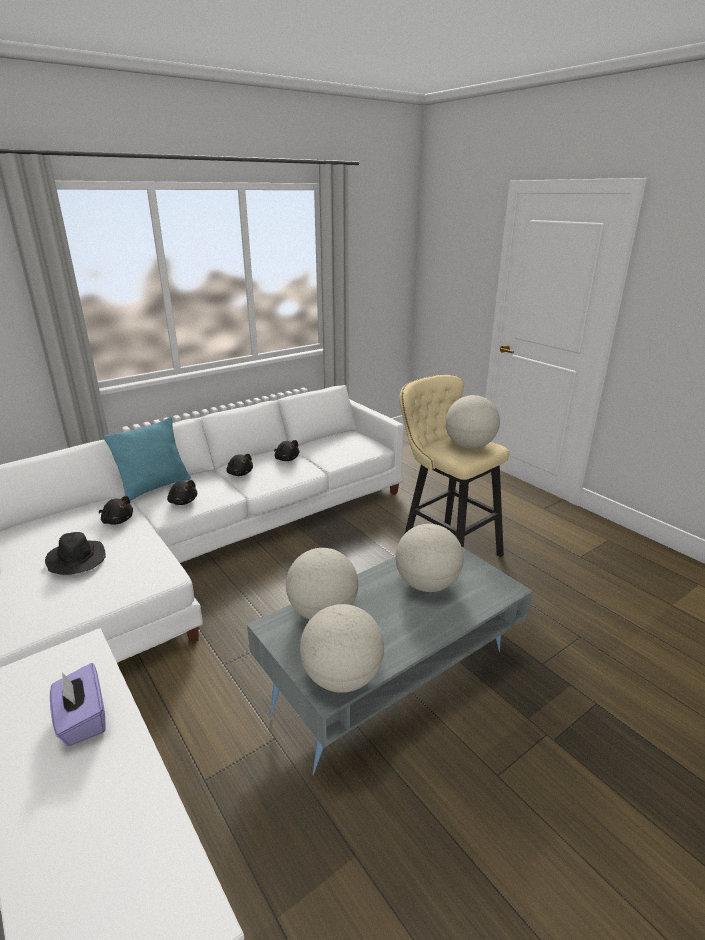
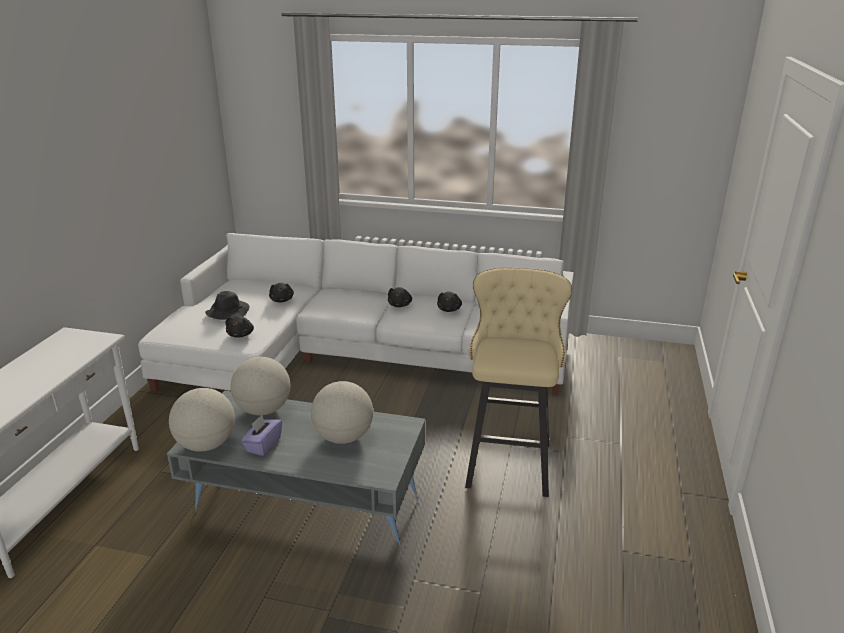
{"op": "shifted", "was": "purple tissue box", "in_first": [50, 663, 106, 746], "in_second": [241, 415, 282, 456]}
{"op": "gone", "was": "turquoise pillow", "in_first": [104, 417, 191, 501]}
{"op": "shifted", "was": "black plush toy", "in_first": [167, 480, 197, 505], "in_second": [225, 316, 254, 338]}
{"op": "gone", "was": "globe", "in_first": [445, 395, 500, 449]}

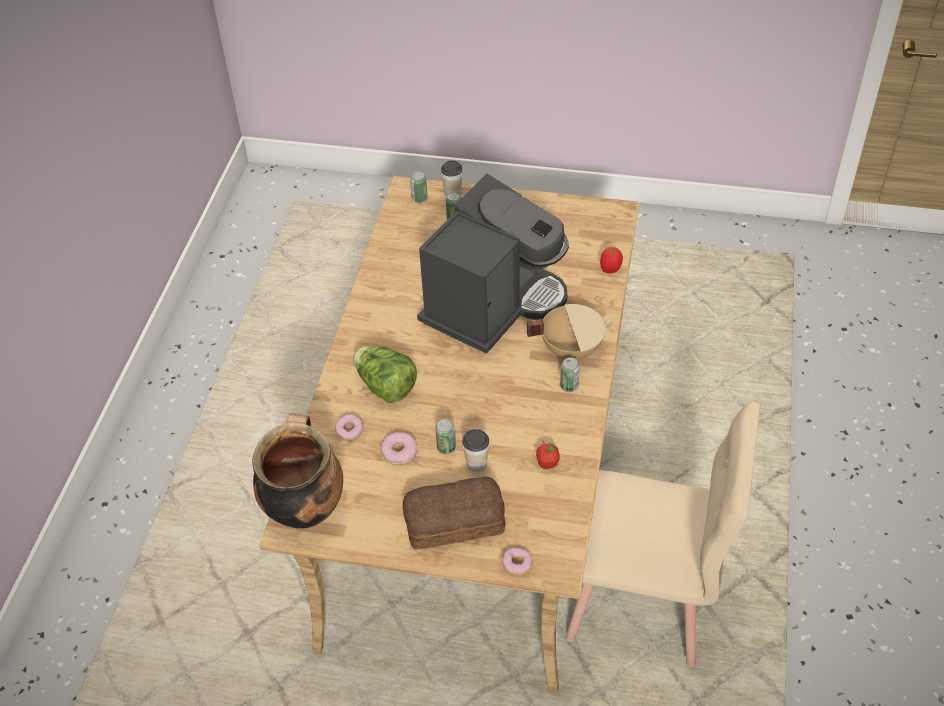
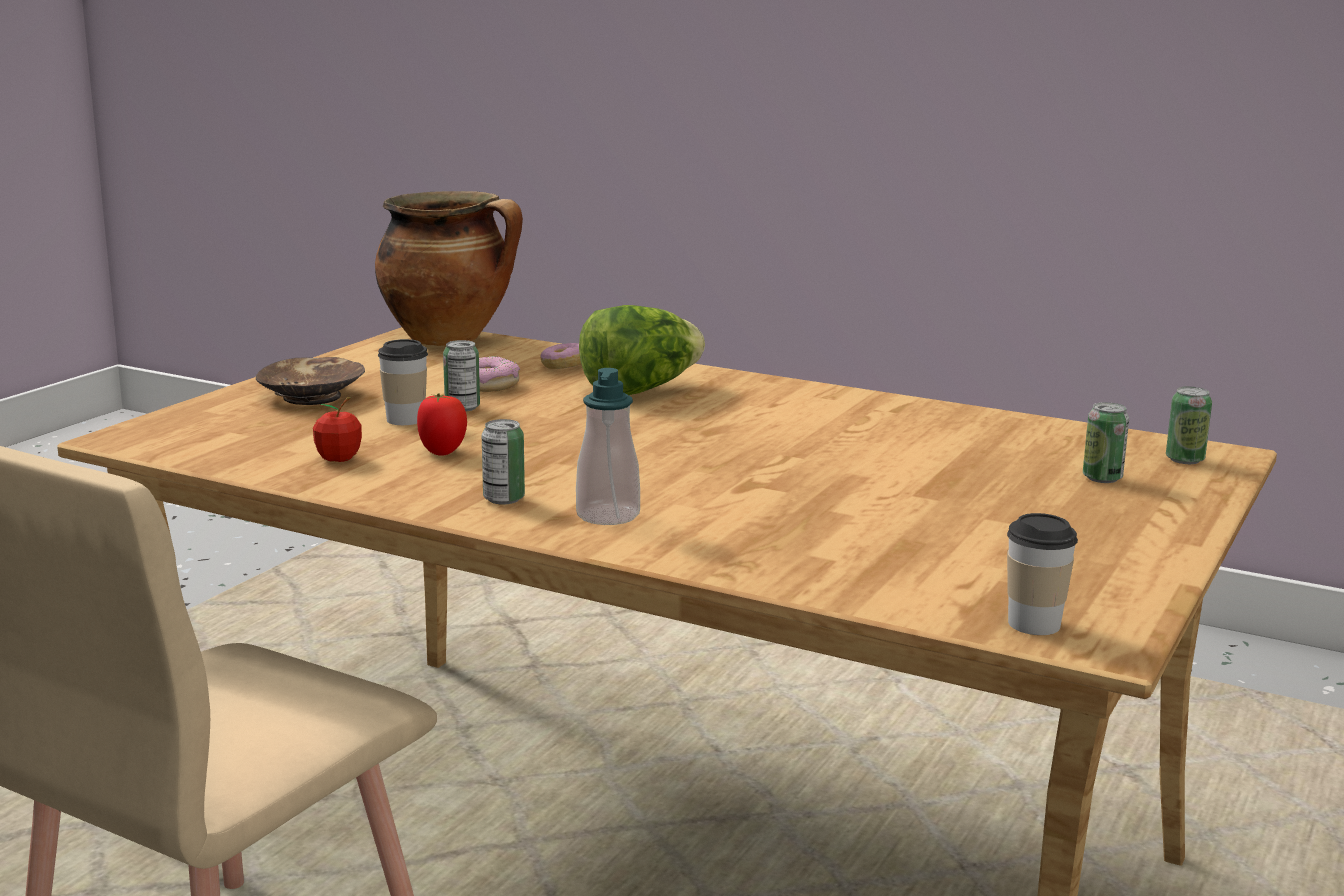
{"op": "swapped", "was": "bread", "now": "brown bowl", "in_first": [403, 477, 506, 550], "in_second": [256, 357, 365, 405]}
{"op": "gone", "was": "coffee machine", "in_first": [417, 174, 569, 354]}
{"op": "shifted", "was": "cup", "in_first": [441, 160, 462, 196], "in_second": [1007, 513, 1078, 635]}
{"op": "gone", "was": "donut", "in_first": [502, 548, 533, 576]}
{"op": "swapped", "was": "beige cooking pot", "now": "soap dispenser", "in_first": [527, 304, 613, 360], "in_second": [576, 368, 640, 525]}
{"op": "shifted", "was": "tomato", "in_first": [600, 247, 623, 274], "in_second": [417, 393, 467, 456]}

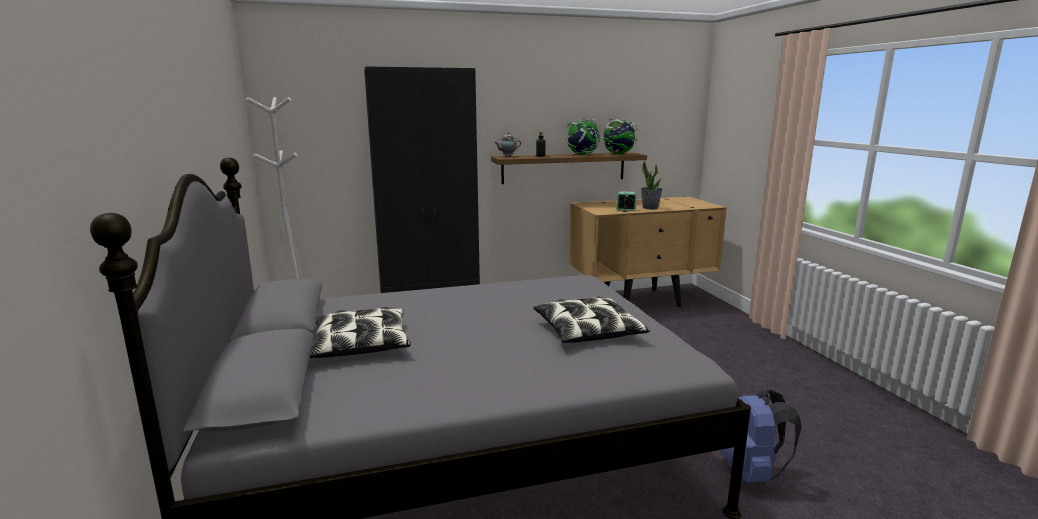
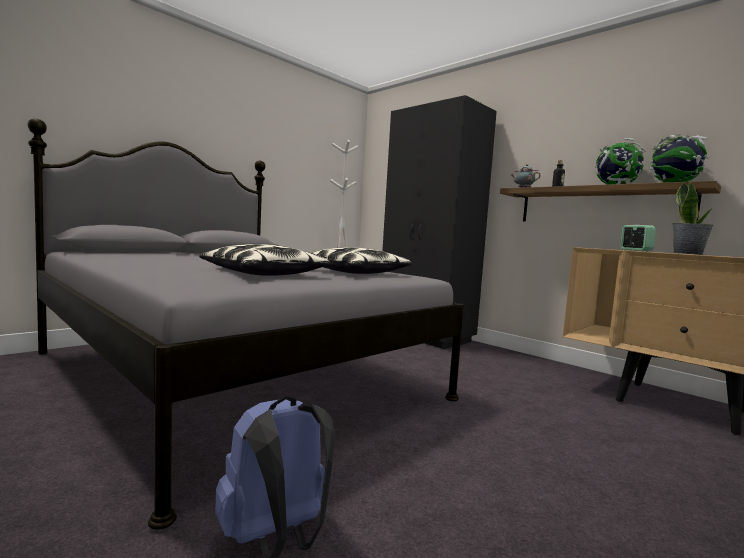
{"op": "shifted", "was": "pillow", "in_first": [310, 307, 411, 358], "in_second": [312, 247, 412, 274]}

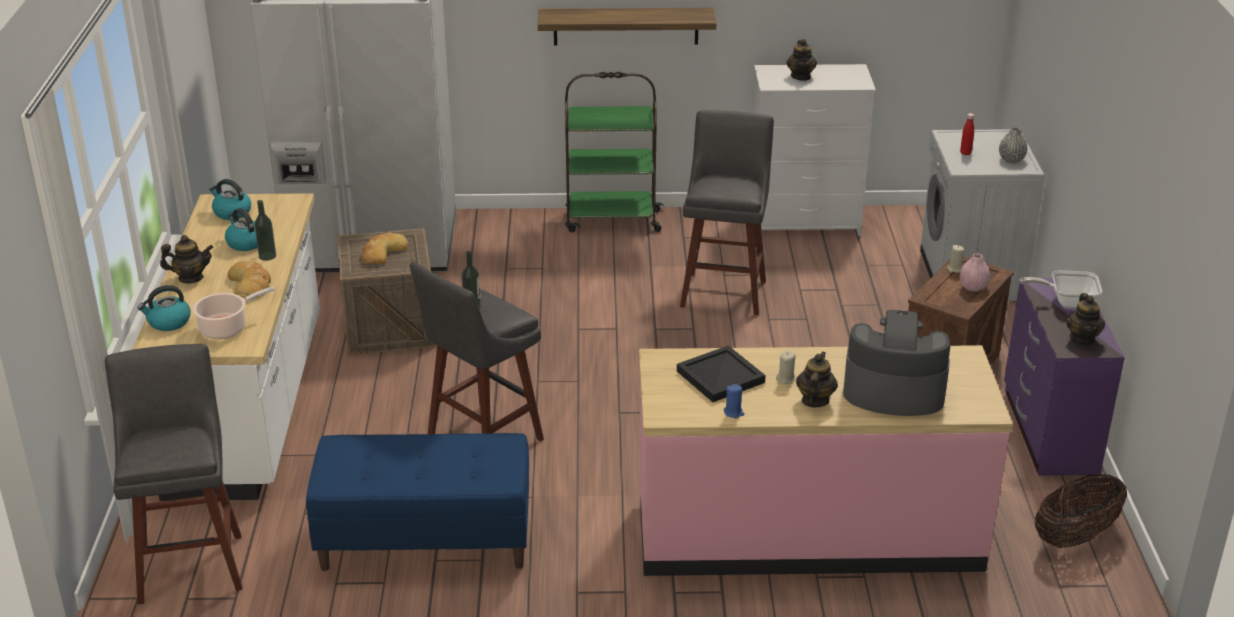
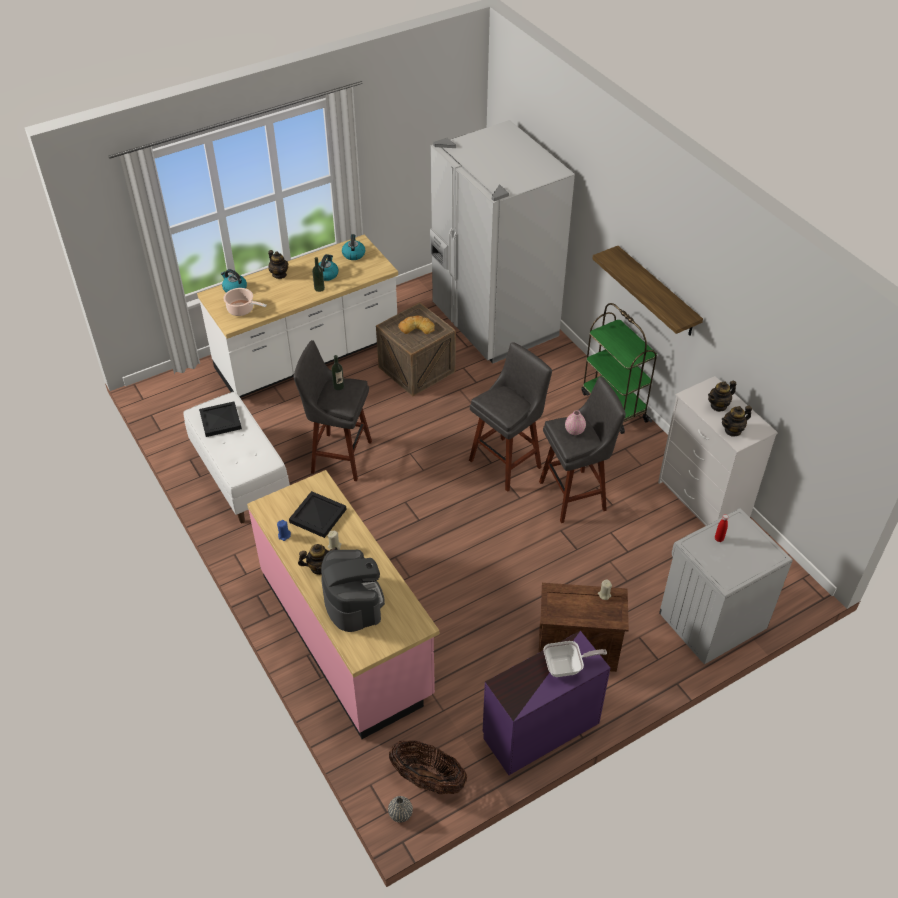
{"op": "shifted", "was": "grey stool", "in_first": [105, 344, 242, 604], "in_second": [469, 342, 552, 492]}
{"op": "gone", "was": "bread", "in_first": [228, 261, 271, 301]}
{"op": "repainted", "was": "blue bench", "now": "white bench", "in_first": [306, 433, 529, 571], "in_second": [183, 392, 290, 523]}
{"op": "shifted", "was": "pink vase", "in_first": [960, 253, 990, 292], "in_second": [565, 410, 586, 435]}
{"op": "shifted", "was": "grey vase", "in_first": [999, 127, 1027, 163], "in_second": [388, 796, 413, 823]}
{"op": "rotated", "was": "frying pan", "in_first": [1020, 270, 1102, 308], "in_second": [543, 641, 607, 677], "clockwise": 105}
{"op": "shifted", "was": "teapot", "in_first": [1066, 293, 1105, 346], "in_second": [722, 406, 752, 437]}
{"op": "new", "now": "black tray", "in_second": [199, 402, 242, 437]}

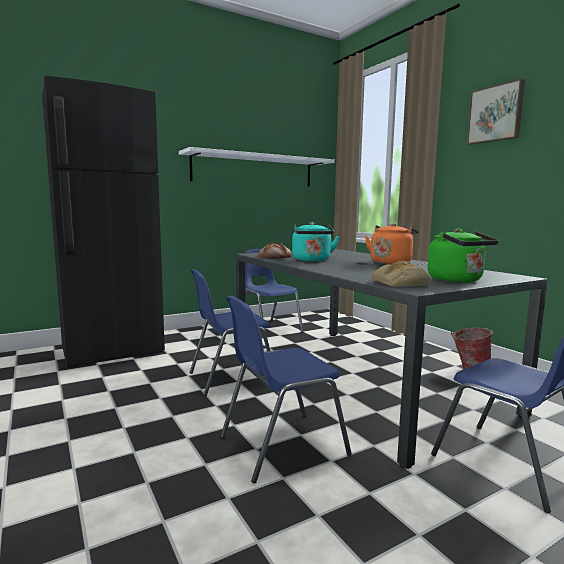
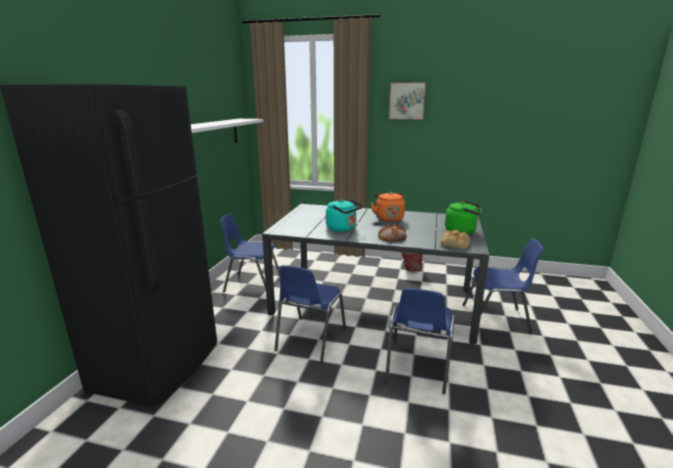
{"op": "shifted", "was": "bread", "in_first": [258, 242, 292, 259], "in_second": [378, 224, 407, 242]}

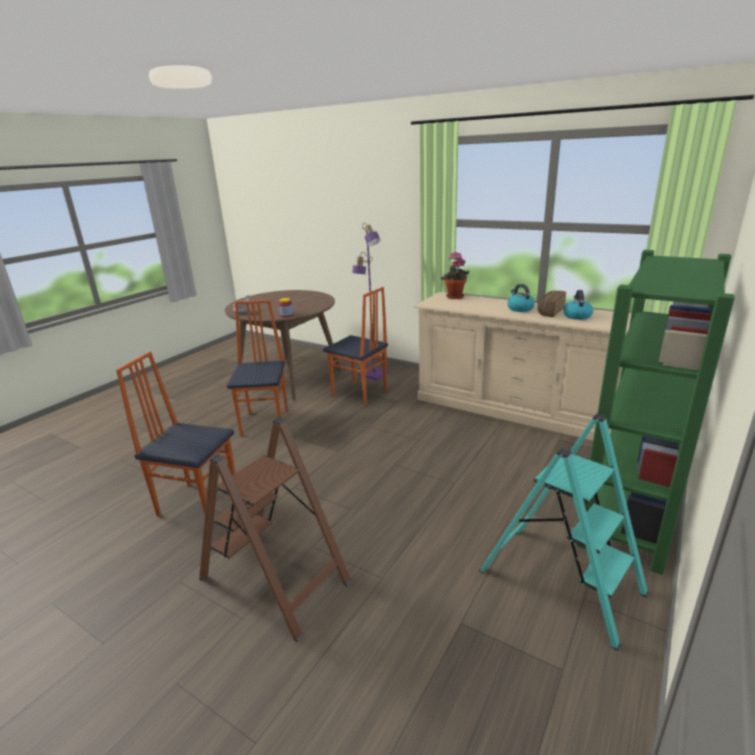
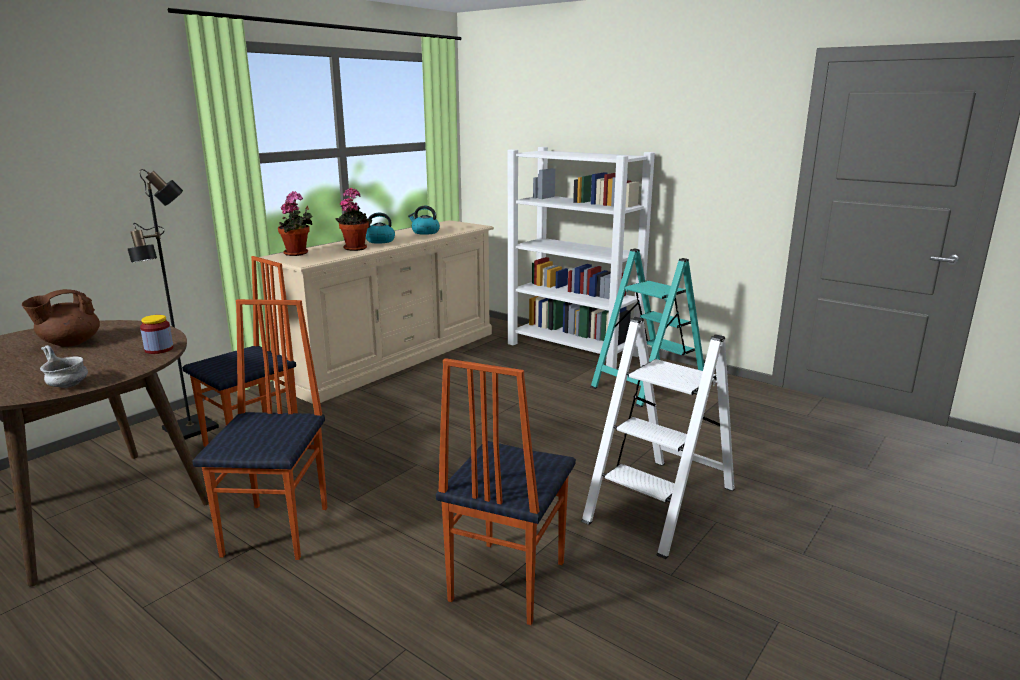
{"op": "repainted", "was": "brown step ladder", "now": "white step ladder", "in_first": [199, 417, 352, 642], "in_second": [581, 317, 735, 559]}
{"op": "rotated", "was": "chair", "in_first": [227, 300, 288, 437], "in_second": [193, 299, 328, 560], "clockwise": 90}
{"op": "repainted", "was": "purple floor lamp", "now": "black floor lamp", "in_first": [352, 223, 390, 380], "in_second": [128, 169, 219, 440]}
{"op": "gone", "was": "bread", "in_first": [537, 291, 566, 317]}
{"op": "repainted", "was": "green bookcase", "now": "white bookcase", "in_first": [577, 250, 734, 575], "in_second": [508, 147, 655, 369]}
{"op": "new", "now": "brown teapot", "in_second": [22, 289, 100, 347]}
{"op": "new", "now": "potted plant", "in_second": [335, 187, 372, 251]}

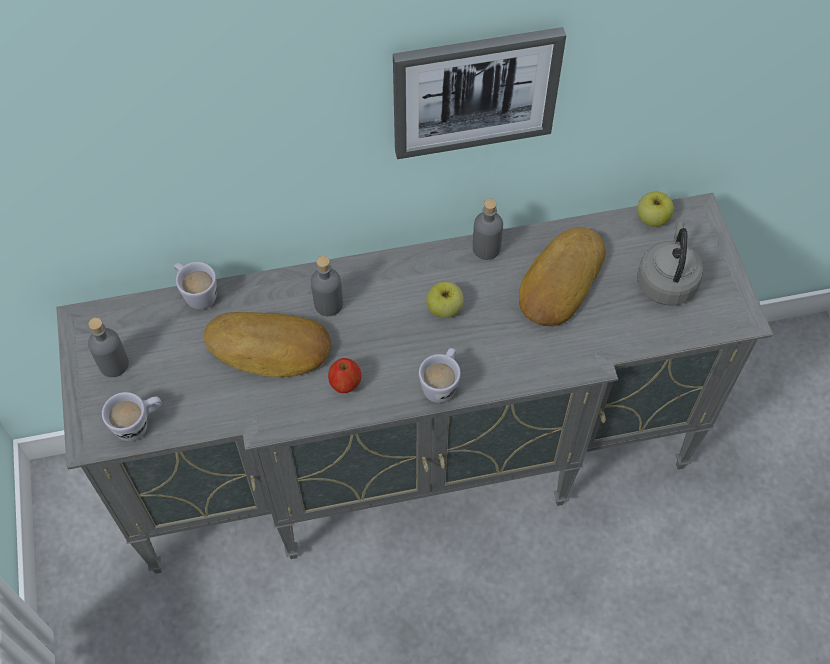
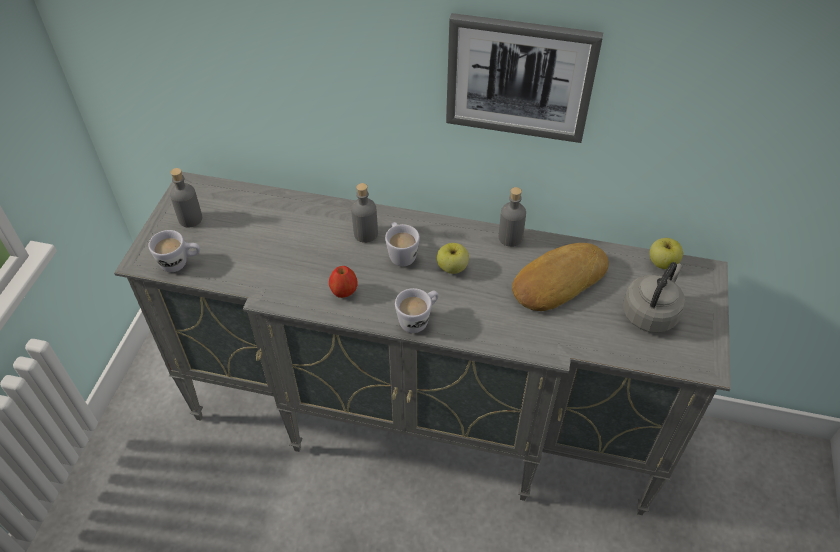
{"op": "shifted", "was": "white mug", "in_first": [174, 262, 217, 310], "in_second": [385, 222, 420, 266]}
{"op": "gone", "was": "bread", "in_first": [204, 312, 331, 377]}

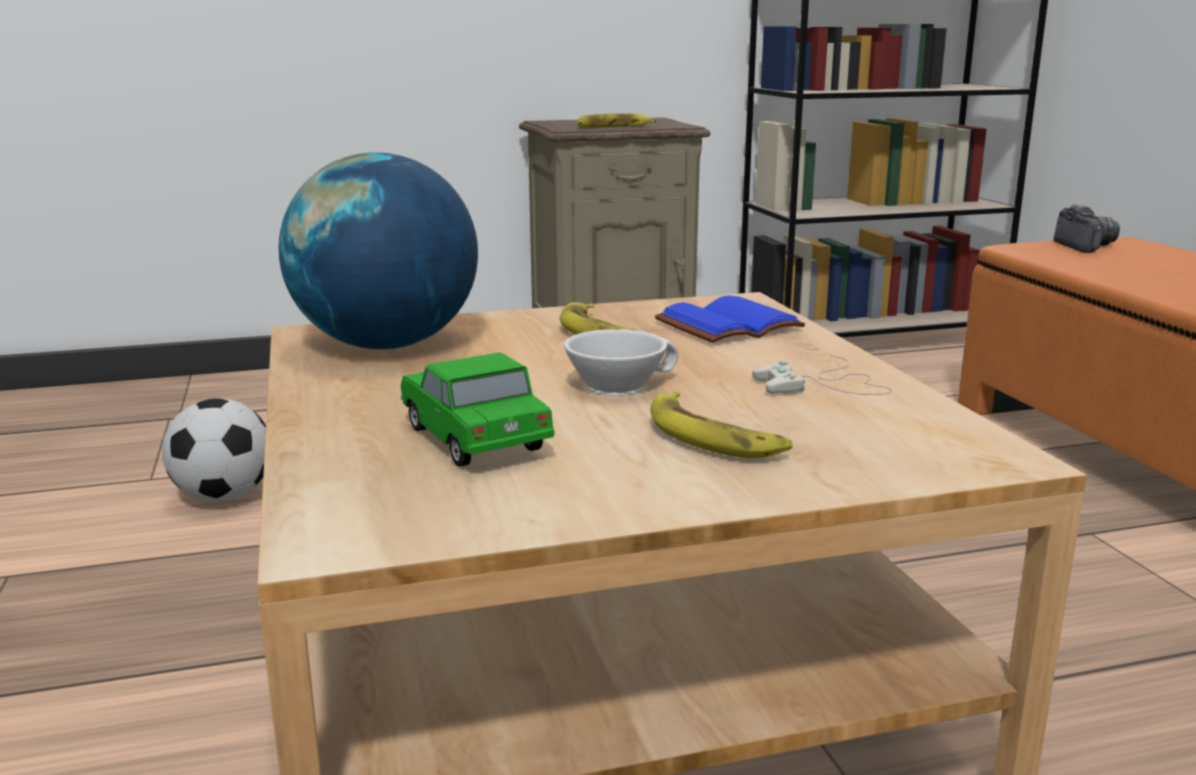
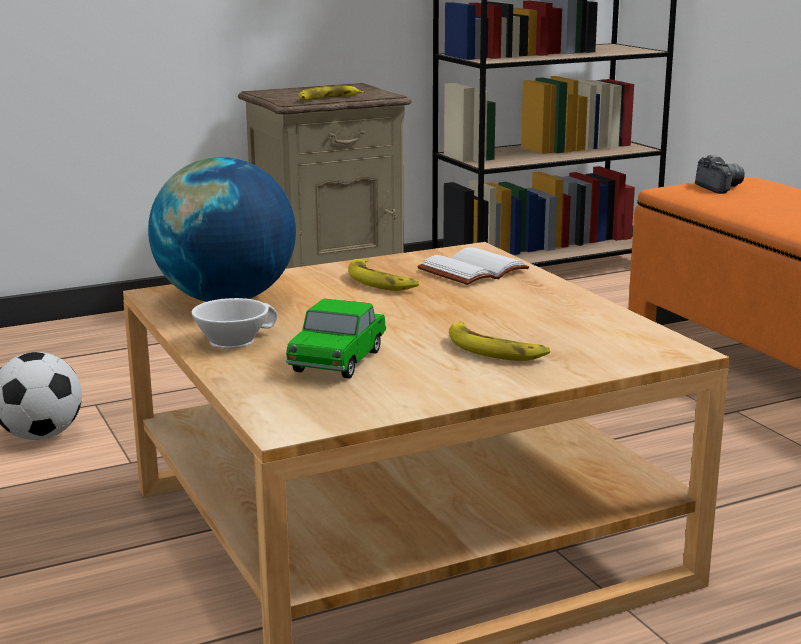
{"op": "rotated", "was": "toy car", "in_first": [401, 352, 555, 467], "in_second": [286, 299, 386, 379], "clockwise": -120}
{"op": "shifted", "was": "white cup", "in_first": [564, 329, 678, 396], "in_second": [191, 298, 277, 349]}
{"op": "repainted", "was": "blue book", "now": "white book", "in_first": [655, 295, 805, 343], "in_second": [417, 247, 529, 285]}
{"op": "gone", "was": "white game controller", "in_first": [752, 355, 892, 395]}

